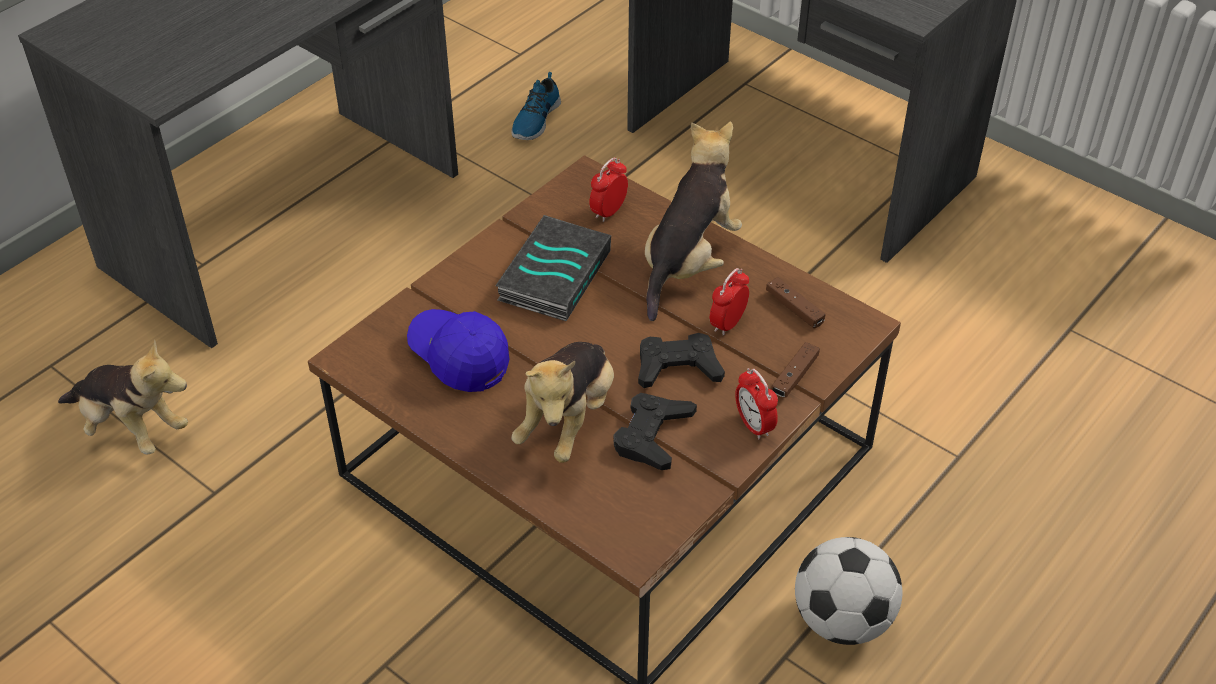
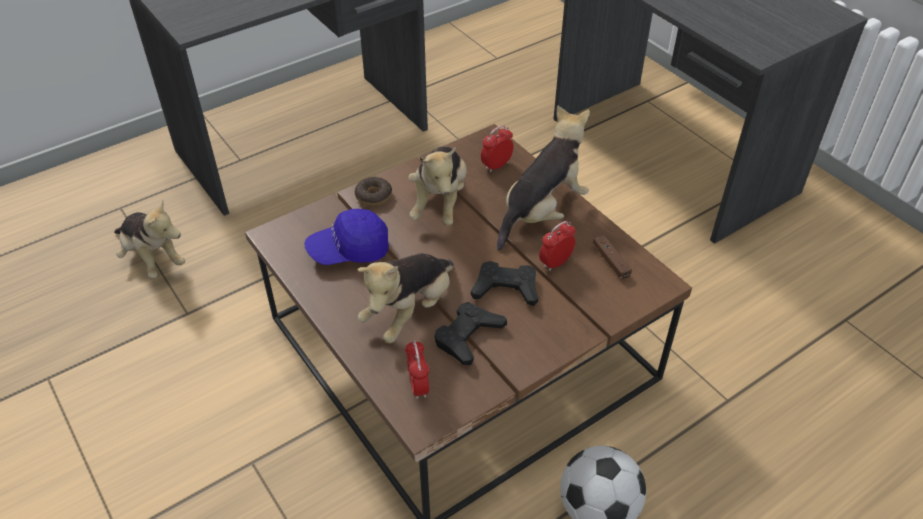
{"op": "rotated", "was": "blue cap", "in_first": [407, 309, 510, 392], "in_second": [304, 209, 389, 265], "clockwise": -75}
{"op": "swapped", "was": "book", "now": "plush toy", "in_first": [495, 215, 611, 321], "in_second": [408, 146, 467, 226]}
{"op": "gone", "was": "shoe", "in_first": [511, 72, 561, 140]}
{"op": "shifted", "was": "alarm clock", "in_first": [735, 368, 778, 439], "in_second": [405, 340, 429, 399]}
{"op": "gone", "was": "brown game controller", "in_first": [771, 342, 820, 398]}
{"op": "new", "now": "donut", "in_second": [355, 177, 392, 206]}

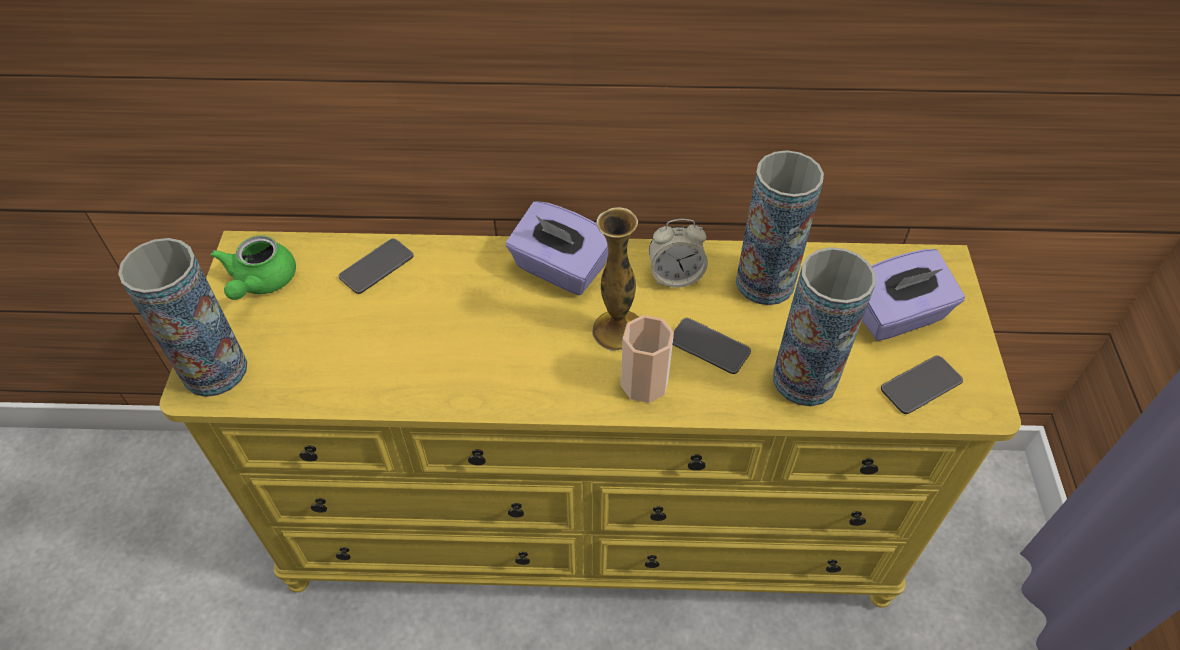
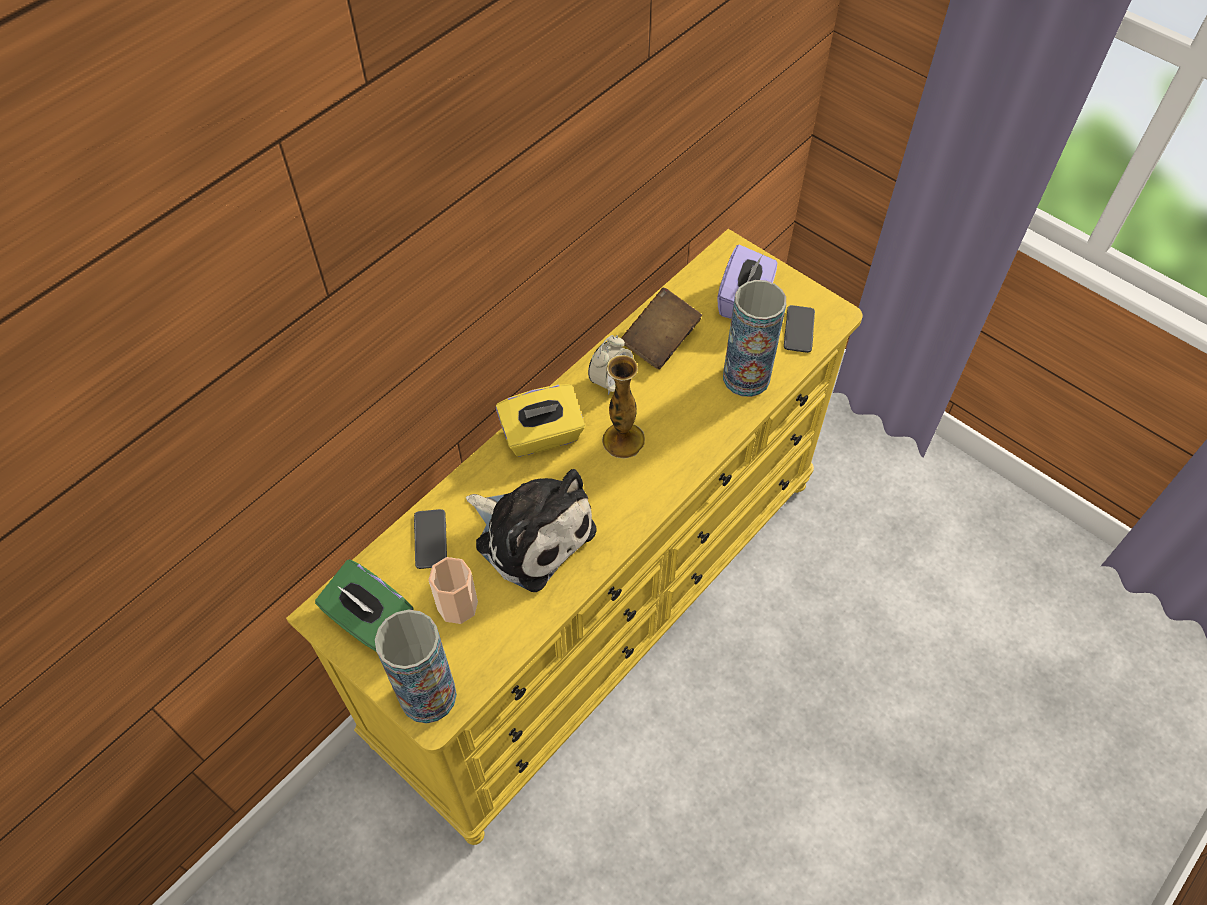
{"op": "swapped", "was": "green teapot", "now": "green tissue box", "in_first": [211, 235, 296, 300], "in_second": [315, 559, 413, 652]}
{"op": "repainted", "was": "purple tissue box", "now": "yellow tissue box", "in_first": [506, 201, 608, 295], "in_second": [496, 384, 585, 457]}
{"op": "shifted", "was": "cup", "in_first": [621, 315, 674, 403], "in_second": [429, 557, 478, 624]}
{"op": "gone", "was": "phone", "in_first": [673, 318, 751, 374]}
{"op": "swapped", "was": "vase", "now": "brown book", "in_first": [736, 150, 824, 305], "in_second": [621, 288, 702, 369]}
{"op": "new", "now": "plush toy", "in_second": [466, 469, 597, 592]}

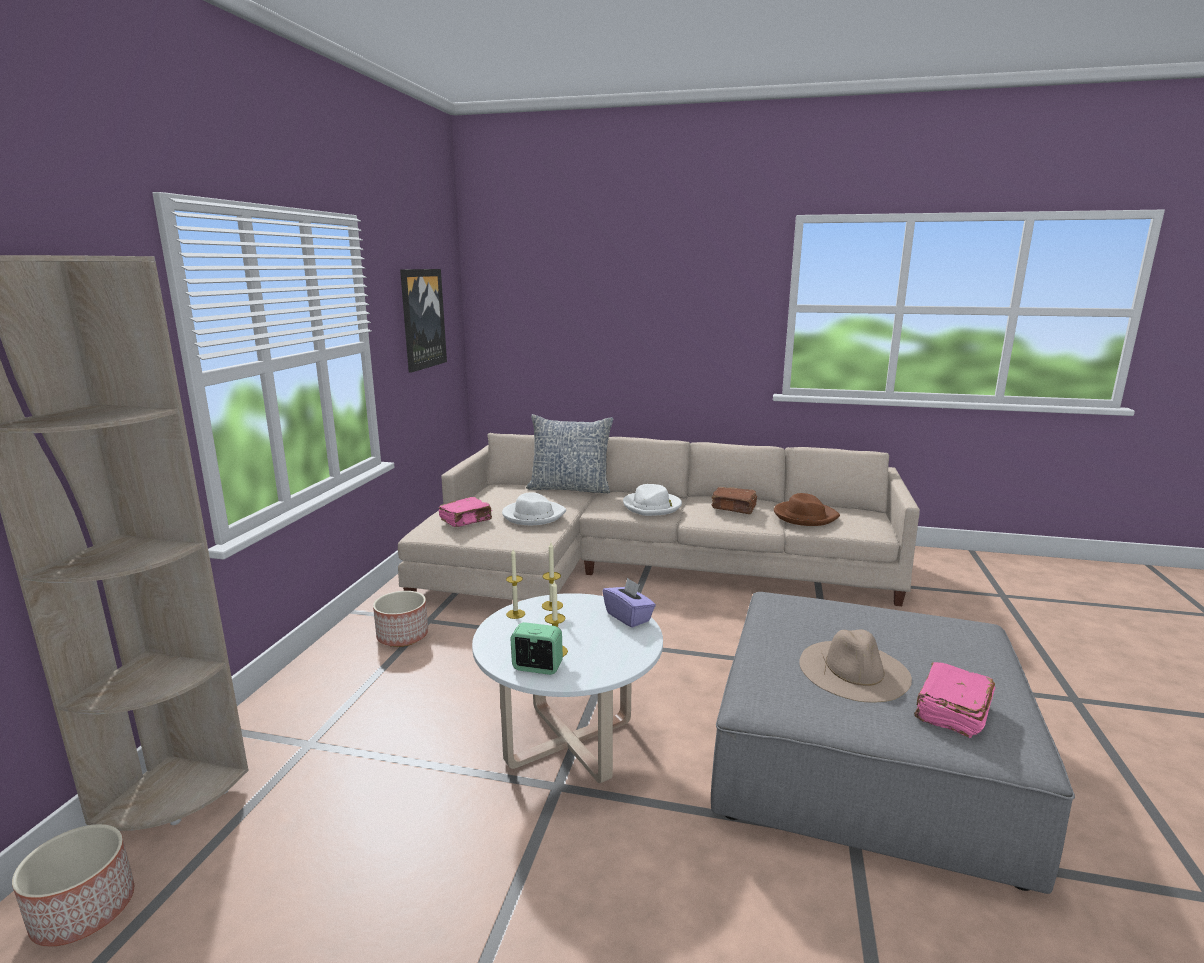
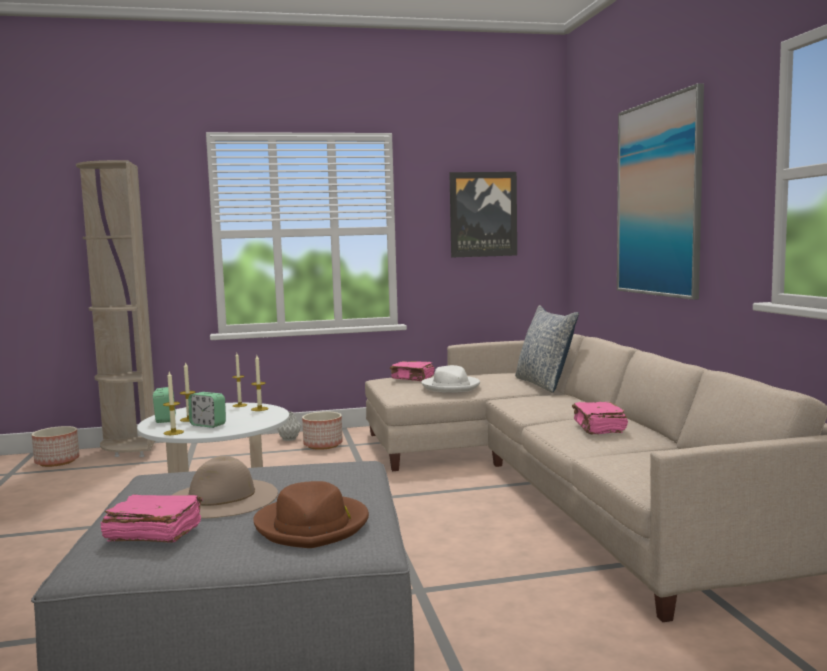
{"op": "gone", "was": "purple tissue box", "in_first": [602, 577, 656, 628]}
{"op": "gone", "was": "white hat", "in_first": [623, 484, 682, 516]}
{"op": "repainted", "was": "brown book", "now": "pink book", "in_first": [712, 487, 757, 514], "in_second": [572, 402, 628, 435]}
{"op": "shifted", "was": "brown hat", "in_first": [774, 493, 840, 526], "in_second": [253, 481, 369, 548]}
{"op": "new", "now": "candle", "in_second": [163, 372, 184, 435]}
{"op": "new", "now": "alarm clock", "in_second": [188, 392, 226, 428]}
{"op": "new", "now": "grey vase", "in_second": [277, 411, 301, 441]}
{"op": "new", "now": "picture", "in_second": [617, 83, 704, 300]}

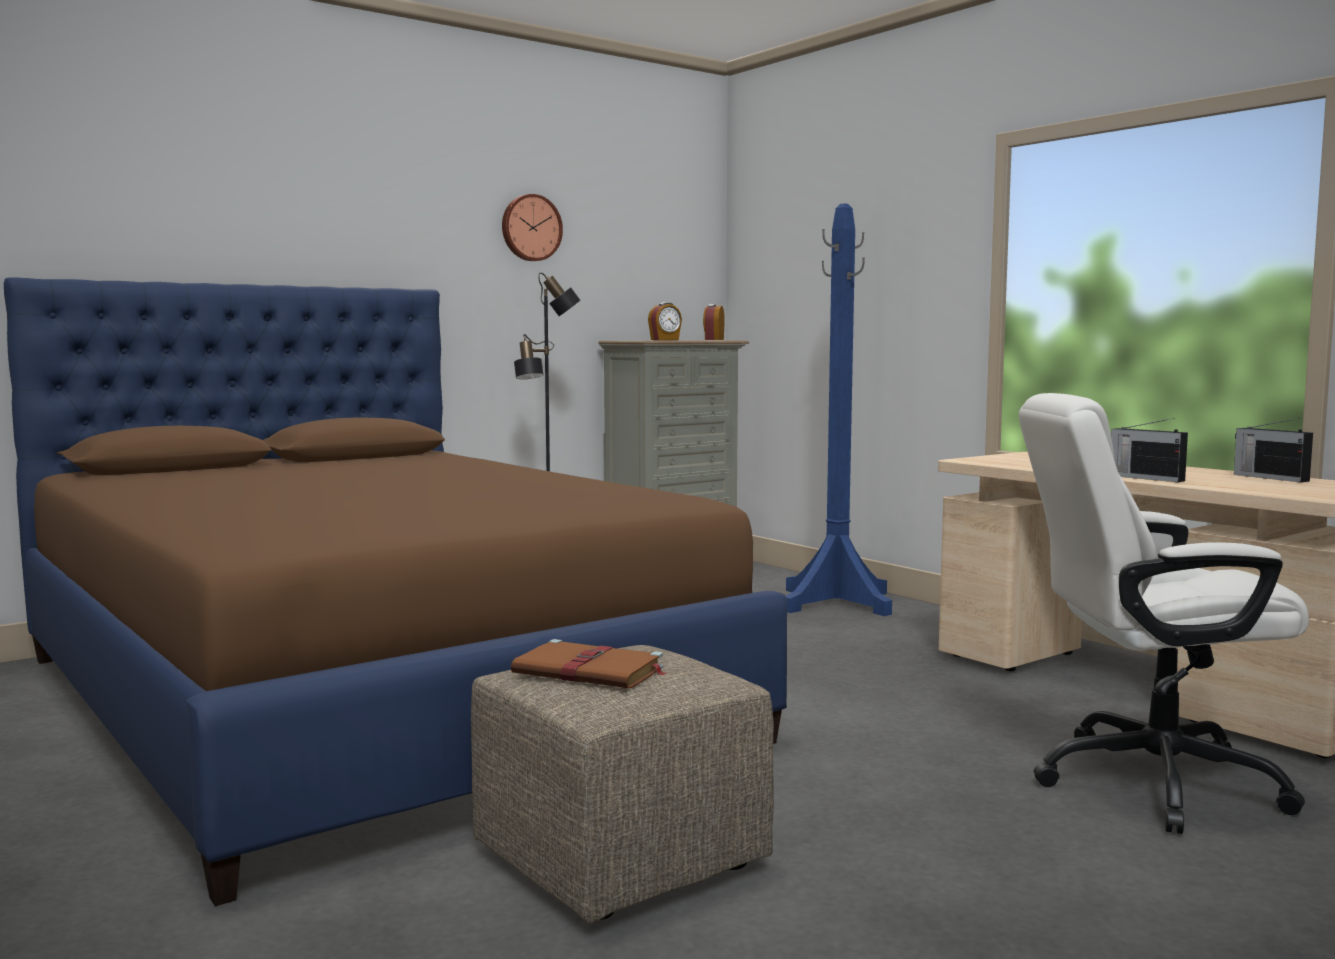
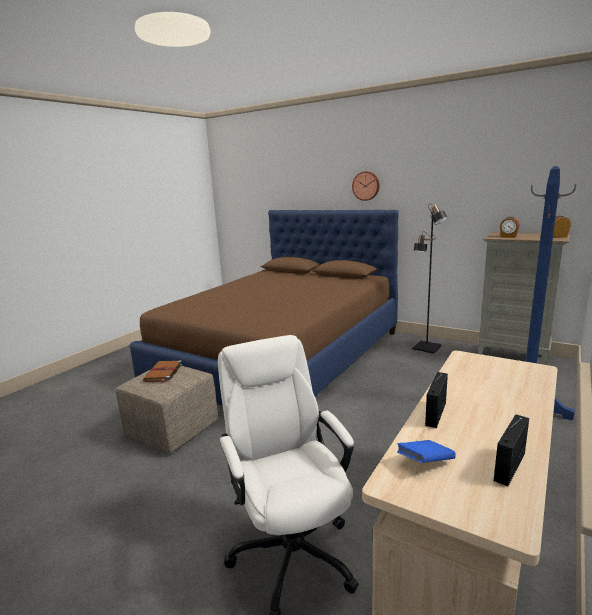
{"op": "shifted", "was": "wall clock", "in_first": [502, 194, 563, 261], "in_second": [352, 171, 380, 201]}
{"op": "new", "now": "blue book", "in_second": [397, 440, 456, 463]}

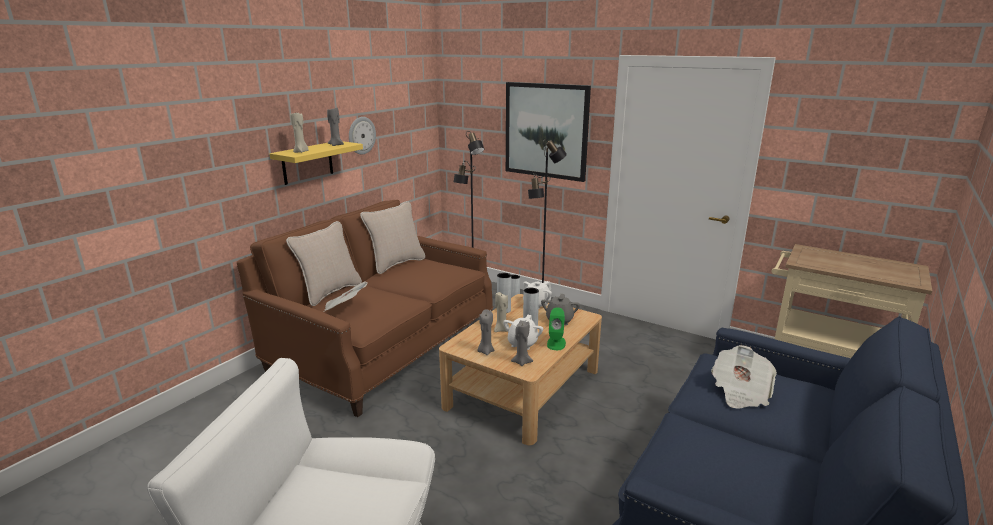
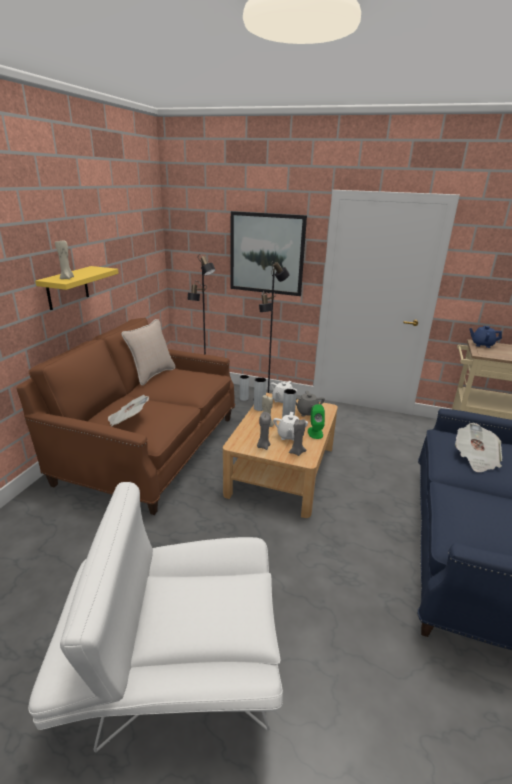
{"op": "gone", "was": "beige pillow", "in_first": [286, 221, 362, 306]}
{"op": "gone", "was": "grey candle", "in_first": [327, 108, 344, 146]}
{"op": "gone", "was": "wall clock", "in_first": [349, 117, 376, 154]}
{"op": "new", "now": "blue teapot", "in_second": [469, 326, 502, 348]}

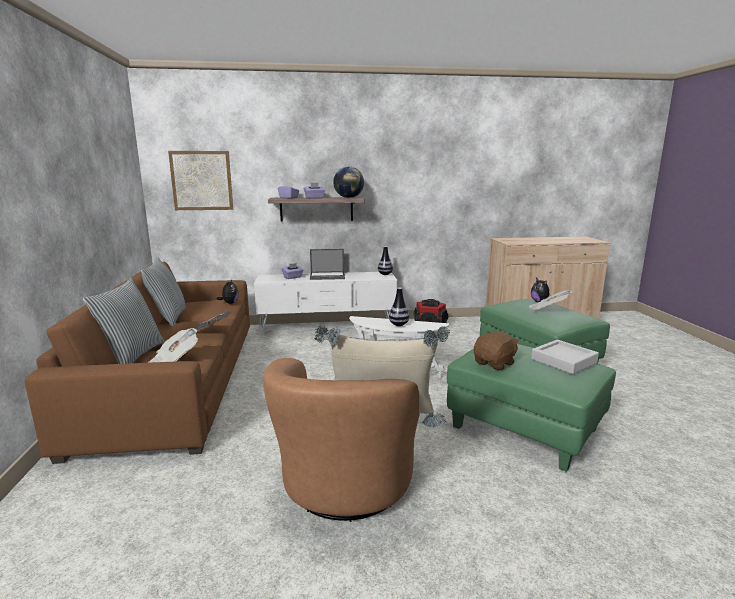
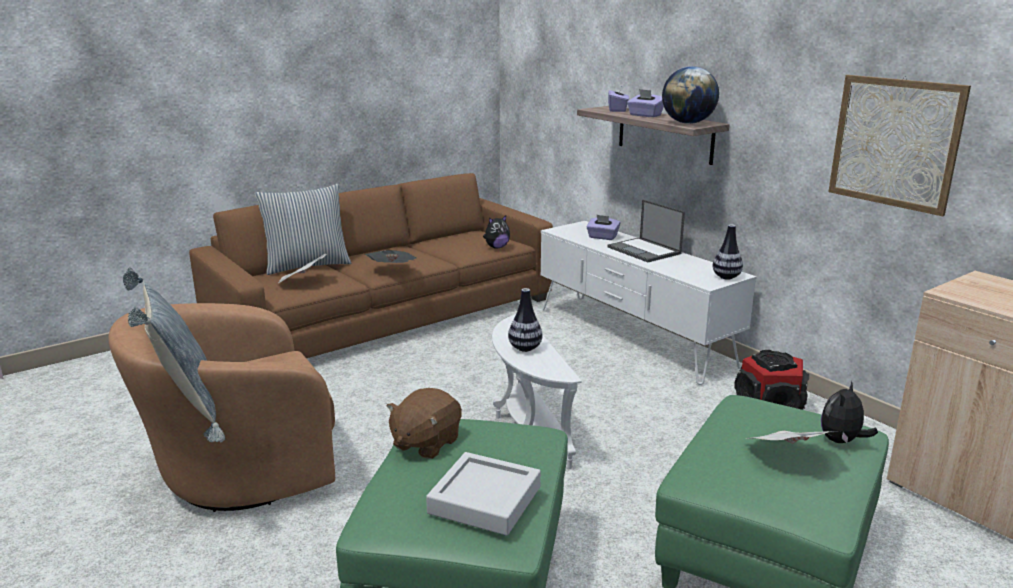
{"op": "gone", "was": "pillow", "in_first": [141, 257, 186, 327]}
{"op": "shifted", "was": "picture", "in_first": [168, 149, 233, 210], "in_second": [828, 75, 971, 216]}
{"op": "rotated", "was": "brown plush toy", "in_first": [474, 331, 520, 370], "in_second": [387, 388, 462, 459], "clockwise": 105}

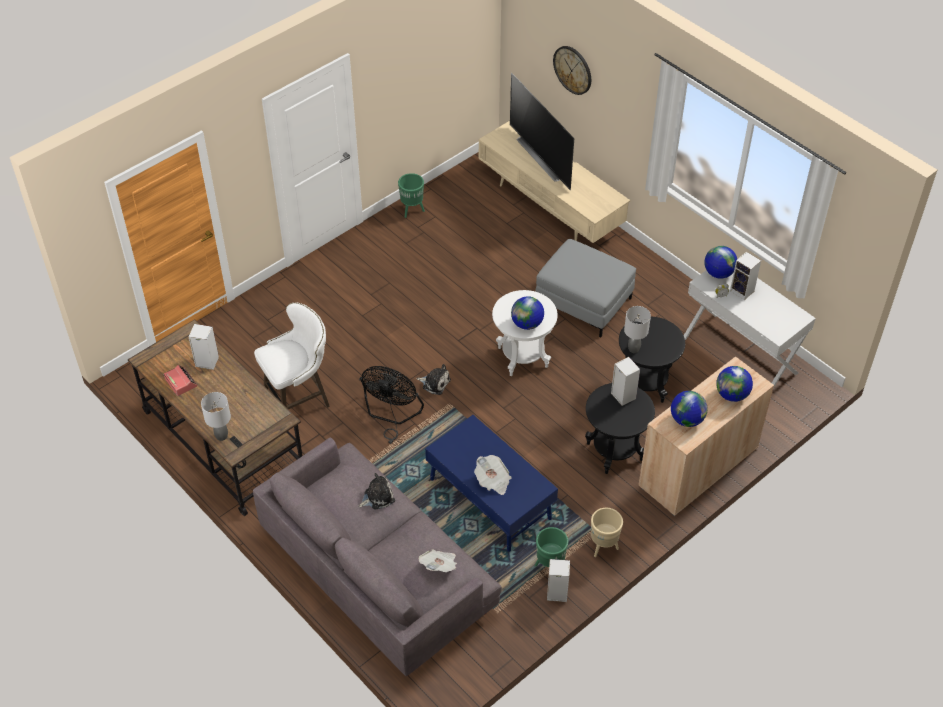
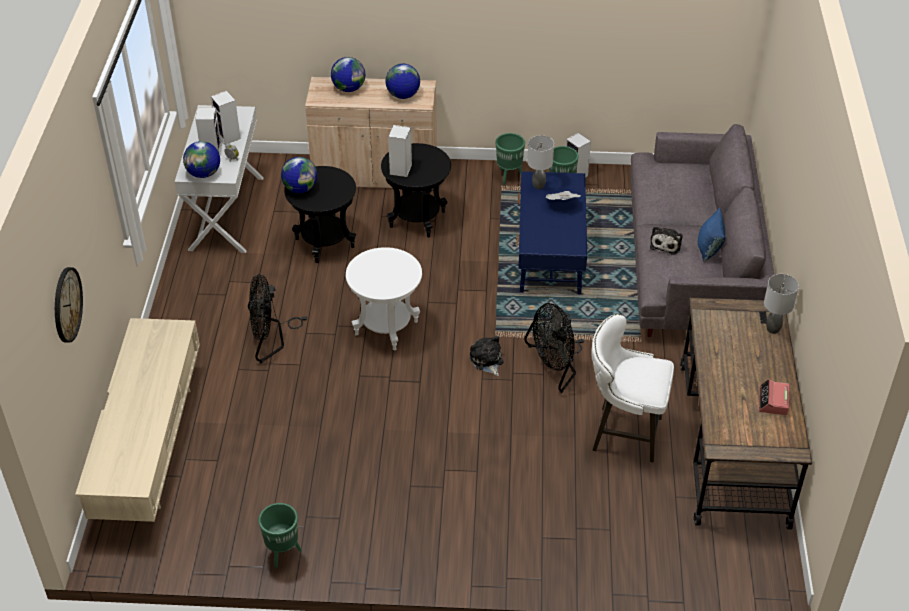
{"op": "shifted", "was": "speaker", "in_first": [188, 324, 219, 370], "in_second": [210, 91, 241, 145]}
{"op": "rotated", "was": "plush toy", "in_first": [359, 473, 395, 510], "in_second": [650, 226, 683, 255], "clockwise": -90}
{"op": "gone", "was": "newspaper", "in_first": [418, 549, 457, 572]}
{"op": "gone", "was": "television", "in_first": [510, 73, 574, 190]}
{"op": "shifted", "was": "globe", "in_first": [511, 296, 544, 330], "in_second": [281, 157, 317, 193]}
{"op": "swapped", "was": "grey ottoman", "now": "black fan", "in_first": [535, 239, 636, 337], "in_second": [248, 274, 307, 363]}
{"op": "repainted", "was": "beige planter", "now": "green planter", "in_first": [591, 508, 623, 557], "in_second": [496, 133, 525, 185]}
{"op": "shifted", "was": "grey table lamp", "in_first": [624, 306, 651, 353], "in_second": [527, 135, 554, 189]}
{"op": "new", "now": "blue pillow", "in_second": [698, 208, 725, 262]}

